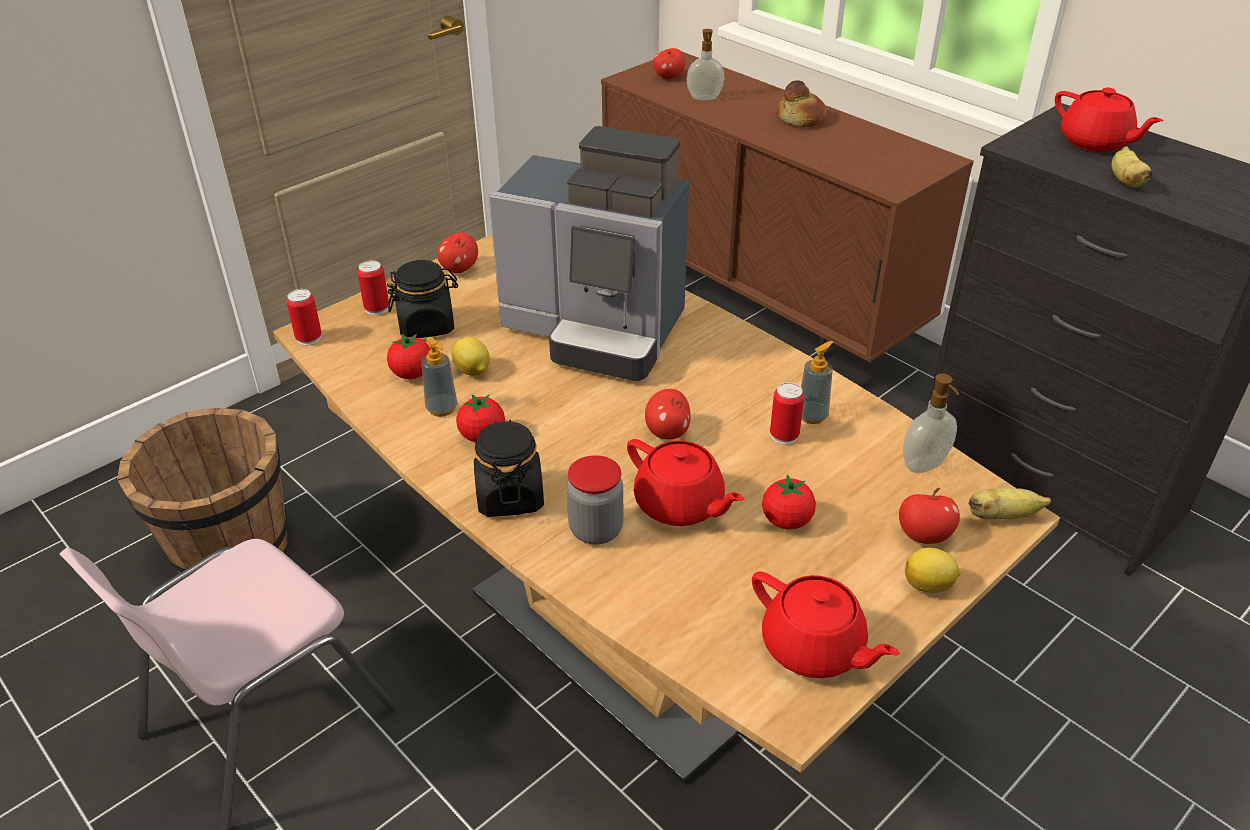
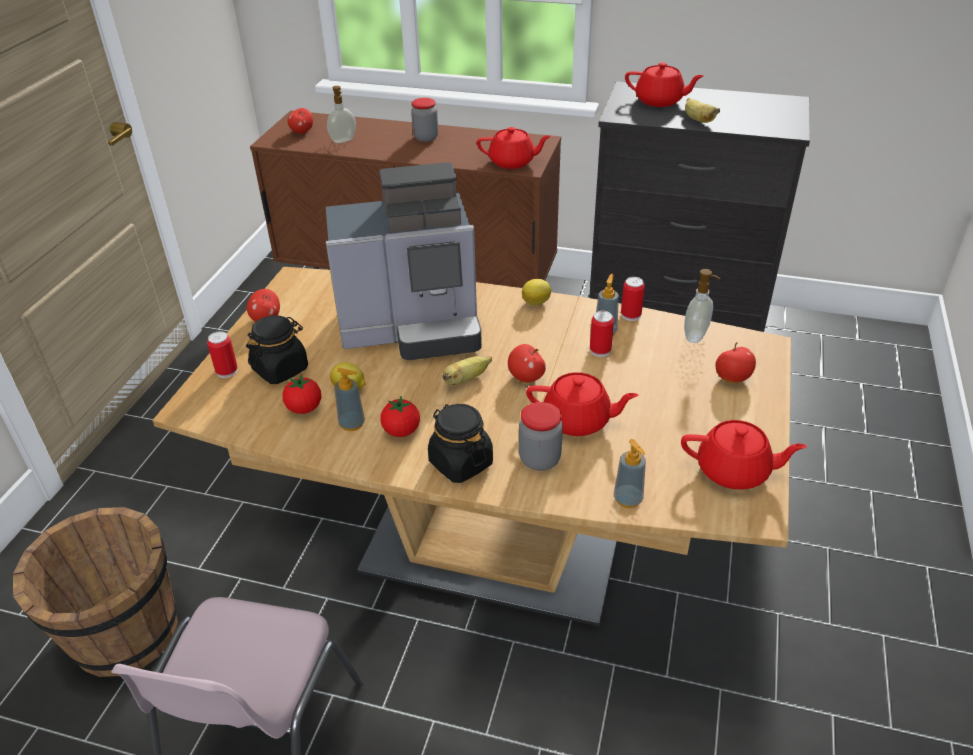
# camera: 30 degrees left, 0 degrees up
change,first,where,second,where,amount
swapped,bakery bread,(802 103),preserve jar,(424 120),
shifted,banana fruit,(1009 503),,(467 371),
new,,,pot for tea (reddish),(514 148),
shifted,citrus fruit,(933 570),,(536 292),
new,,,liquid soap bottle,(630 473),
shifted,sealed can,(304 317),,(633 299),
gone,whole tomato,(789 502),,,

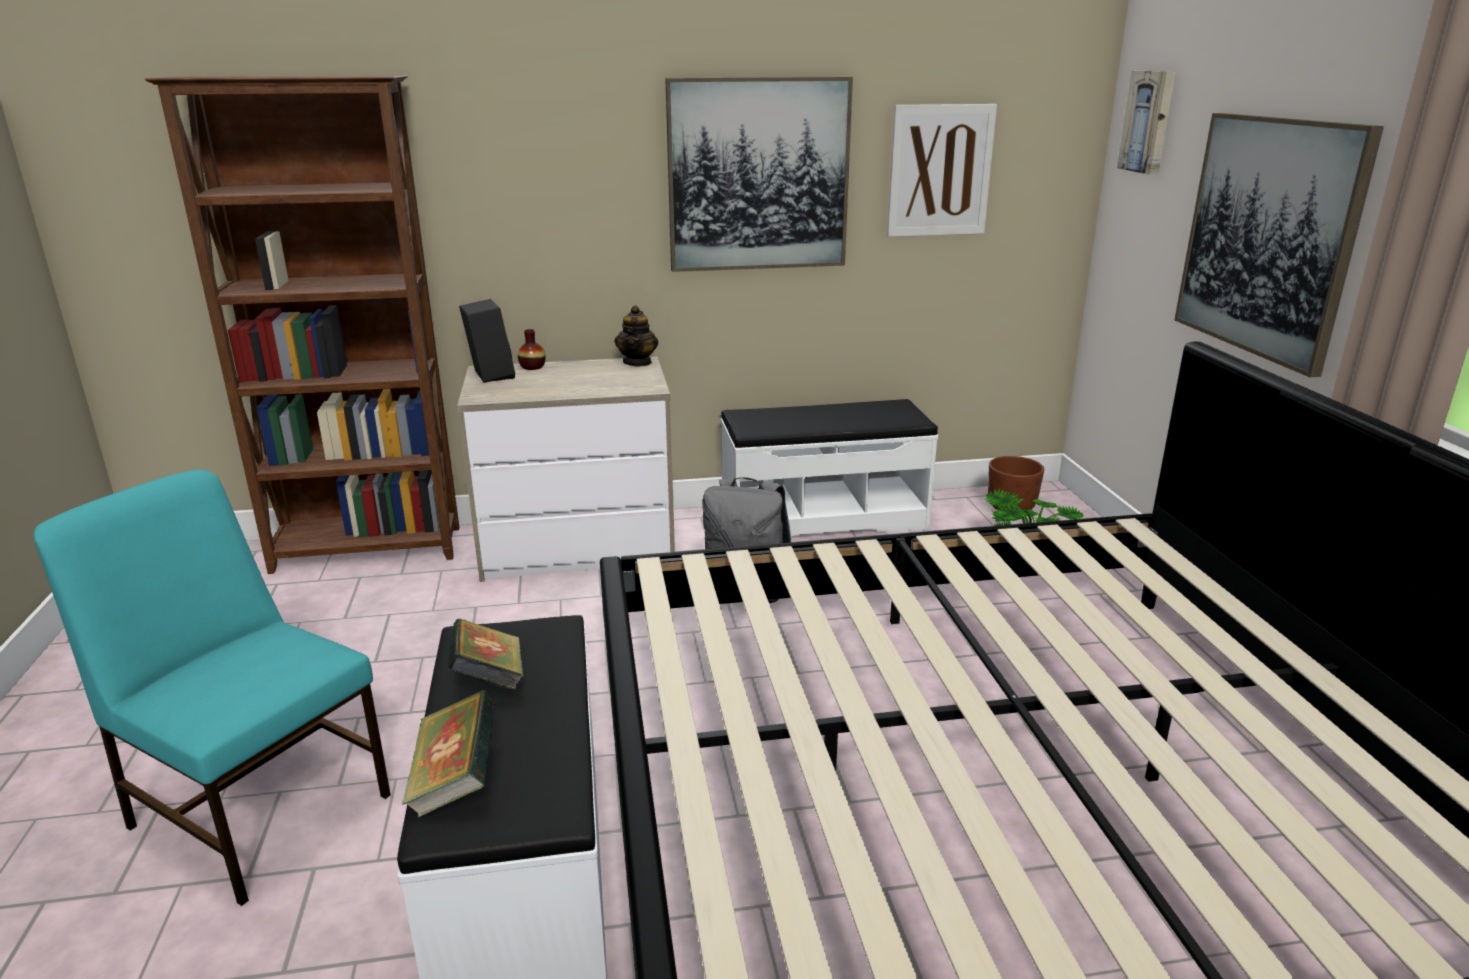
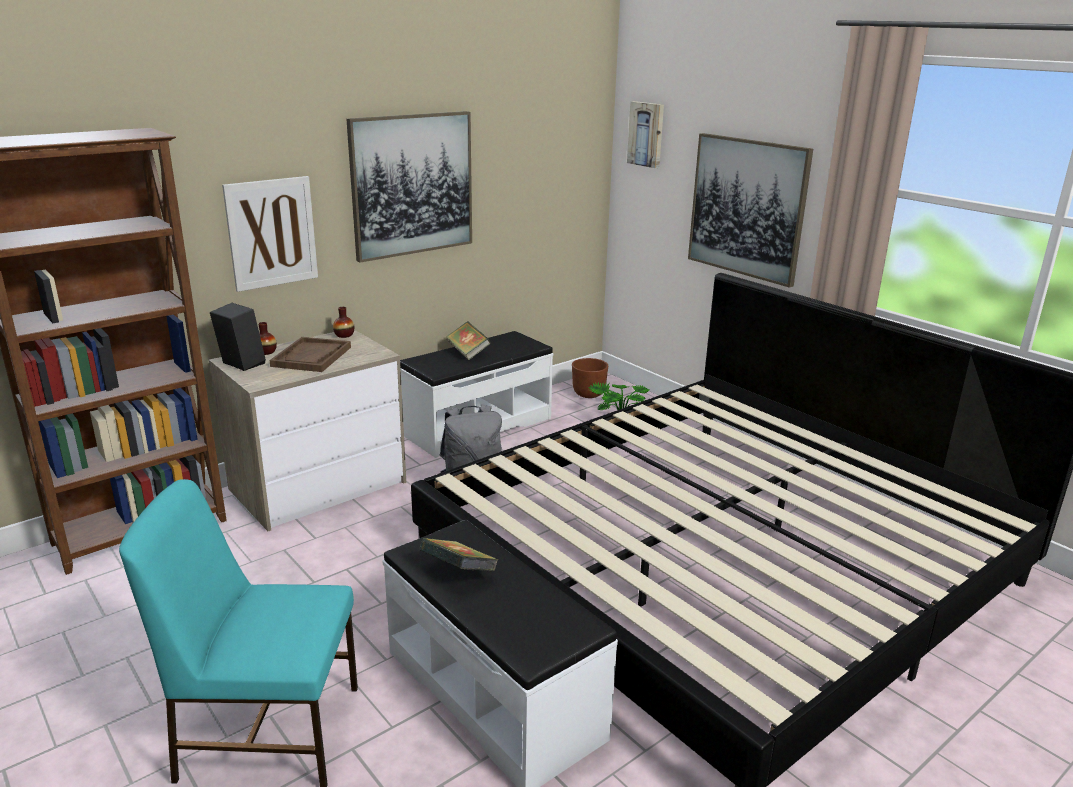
# camera: 30 degrees left, 0 degrees up
change,first,where,second,where,amount
shifted,wall picture,(942 170),,(270 234),
new,,,carrying tray (brown-coloured),(310 354),
swapped,pot for tea,(636 335),vase,(343 322),
shifted,volume,(449 753),,(468 341),

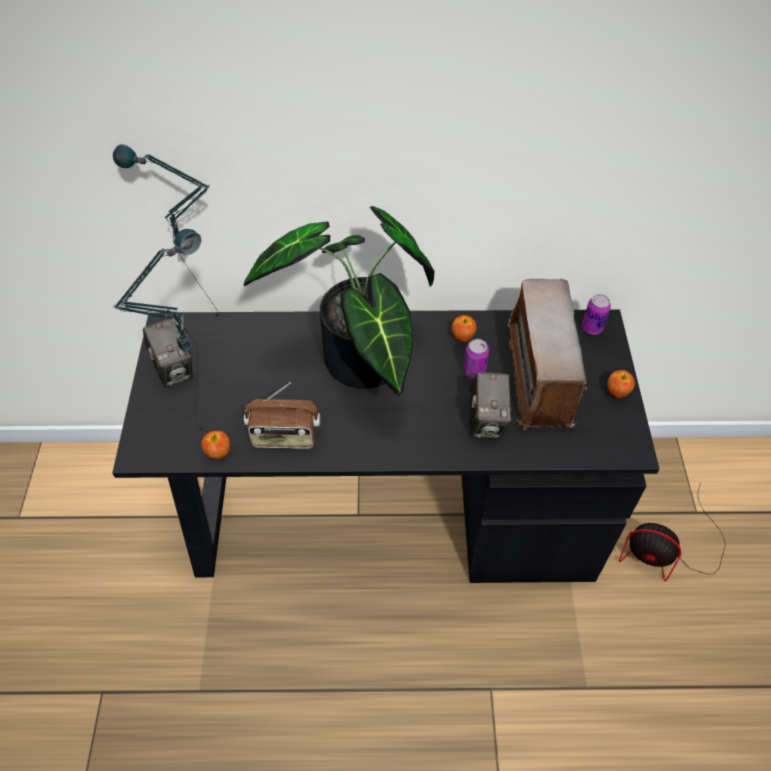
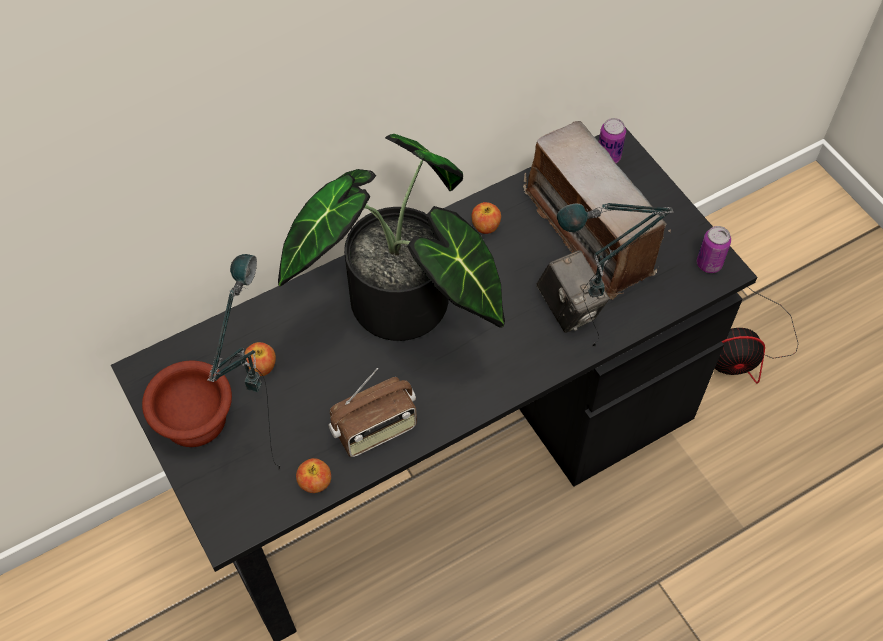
# camera: 30 degrees left, 5 degrees up
change,first,where,second,where,amount
swapped,photo camera,(168 353),deep dish (brown-coloured),(187 404),
shifted,apple,(621 384),,(260 359),
shifted,tabletop lamp,(166 230),,(615 274),
shifted,sealed can,(476 359),,(714 249),

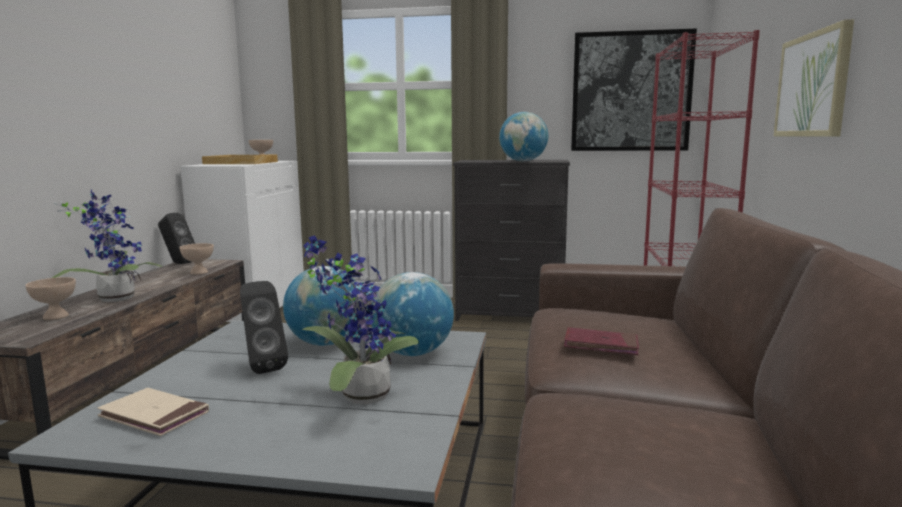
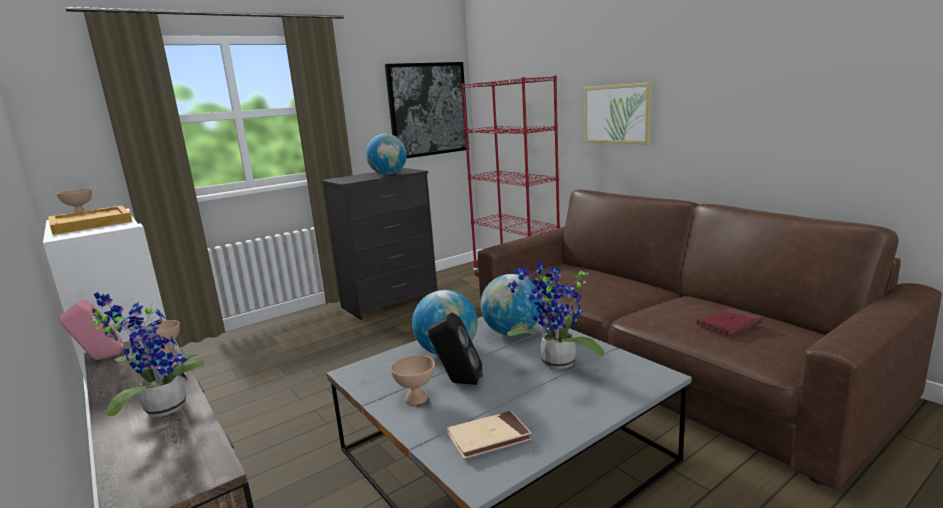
# camera: 45 degrees left, 5 degrees up
change,first,where,second,where,amount
repainted,speaker (blackish),(176 238),speaker (pink),(92 330),
shifted,deep dish (sand-coloured),(50 298),,(413 380),
shifted,volume (reddish),(601 341),,(730 321),

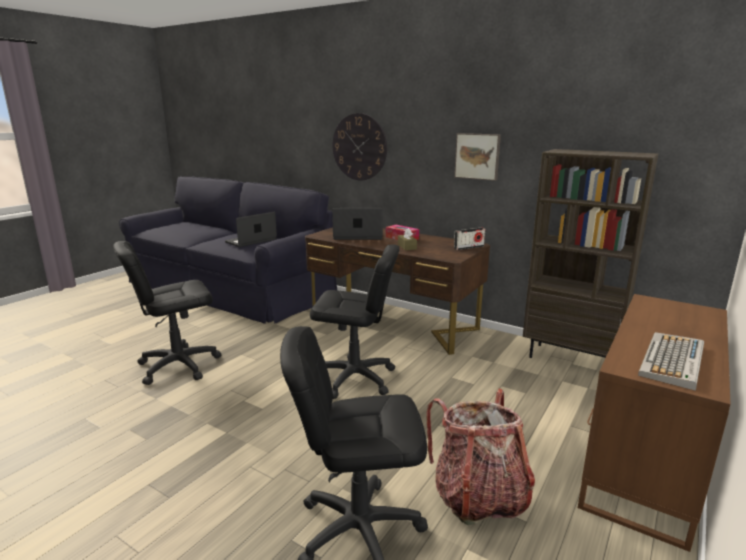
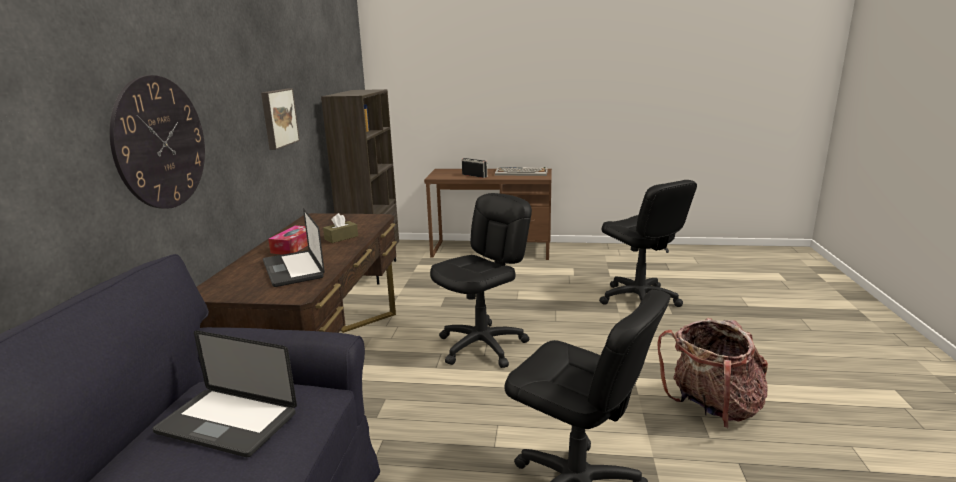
# camera: 115 degrees left, 0 degrees up
change,first,where,second,where,amount
rotated,desk chair (blackish),(355 321),,(481 280),60 degrees clockwise
shifted,radio set,(469 238),,(474 168),
shifted,knapsack,(480 456),,(712 373),

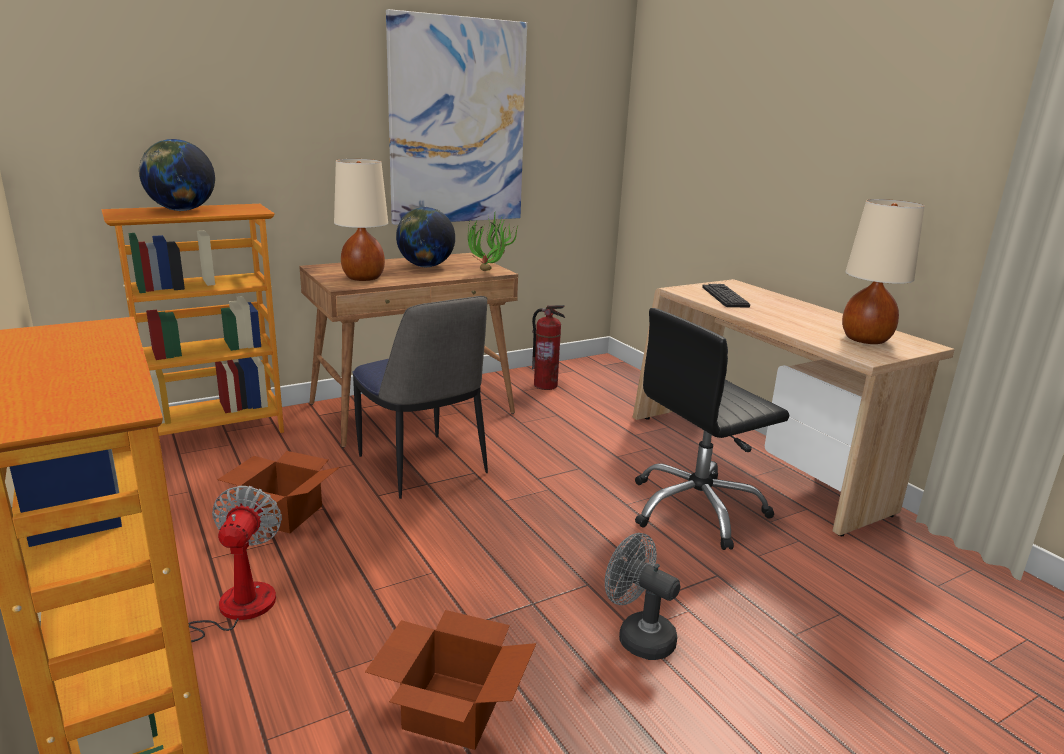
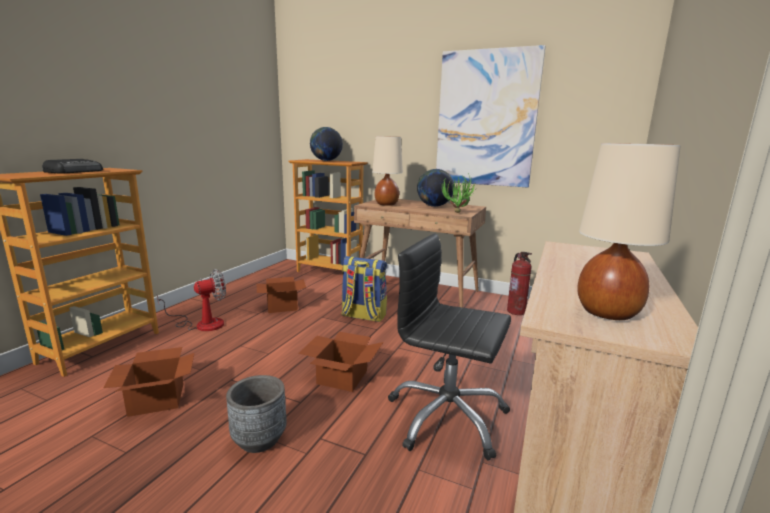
# camera: 55 degrees right, 5 degrees down
change,first,where,second,where,amount
new,,,radio set,(72 166),
swapped,cooling fan (greyish),(642 596),plant pot (greyish),(256 414),
new,,,cardboard box,(341 362),
swapped,upright chair,(420 397),knapsack,(364 289),
gone,keyboard,(726 295),,,

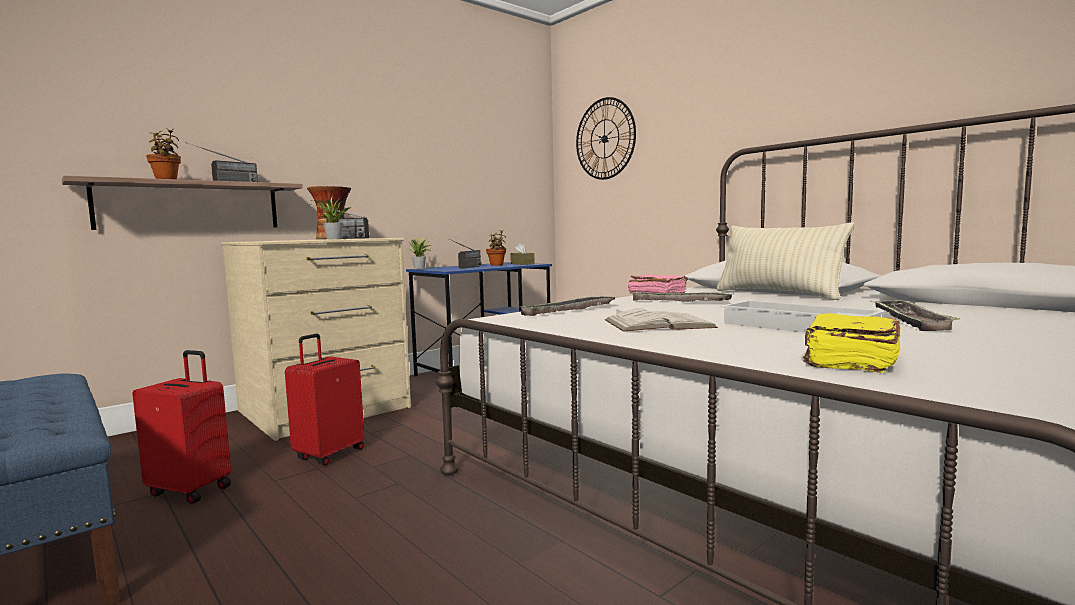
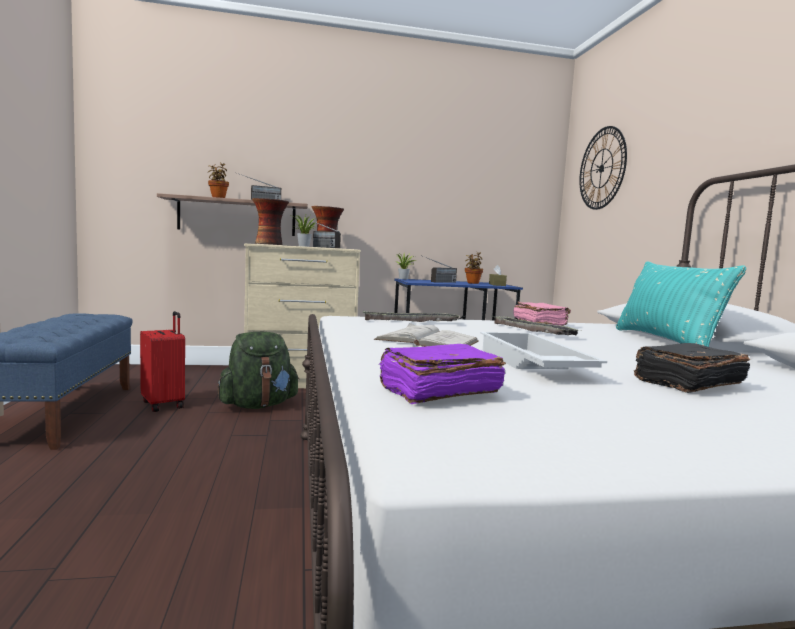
# camera: 30 degrees right, 0 degrees up
change,first,where,second,where,amount
swapped,travel case (reddish),(324 399),knapsack (green),(258 370),
new,,,vase,(270 221),
repainted,volume (yellow-coloured),(852 343),volume (purple-coloured),(442 374),
repainted,cushion (sand-coloured),(785 261),cushion (turquoise-coloured),(681 304),
swapped,carrying tray,(915 315),volume (blackish),(692 368),

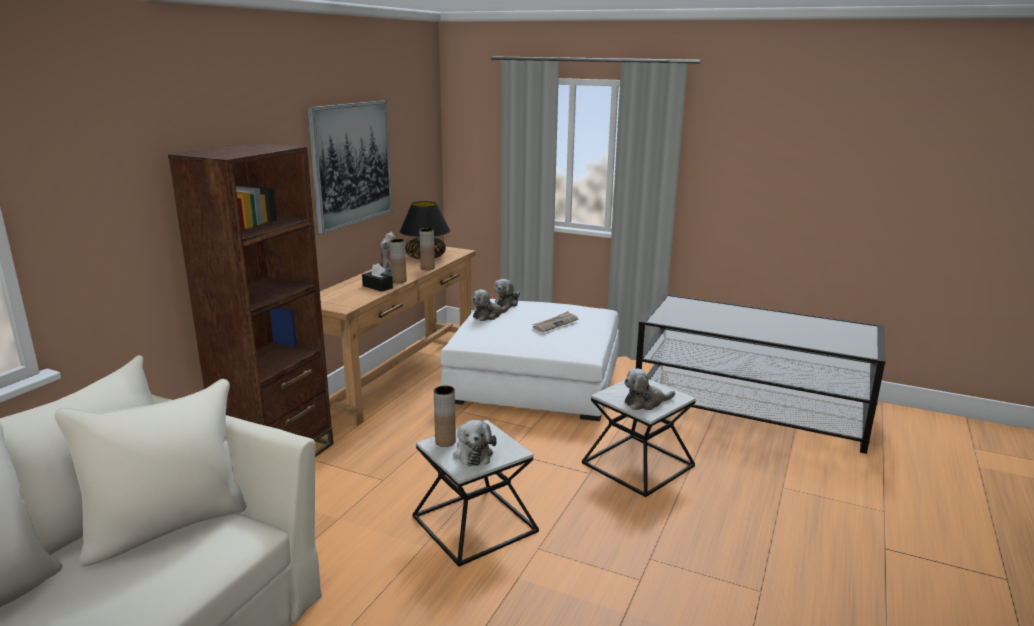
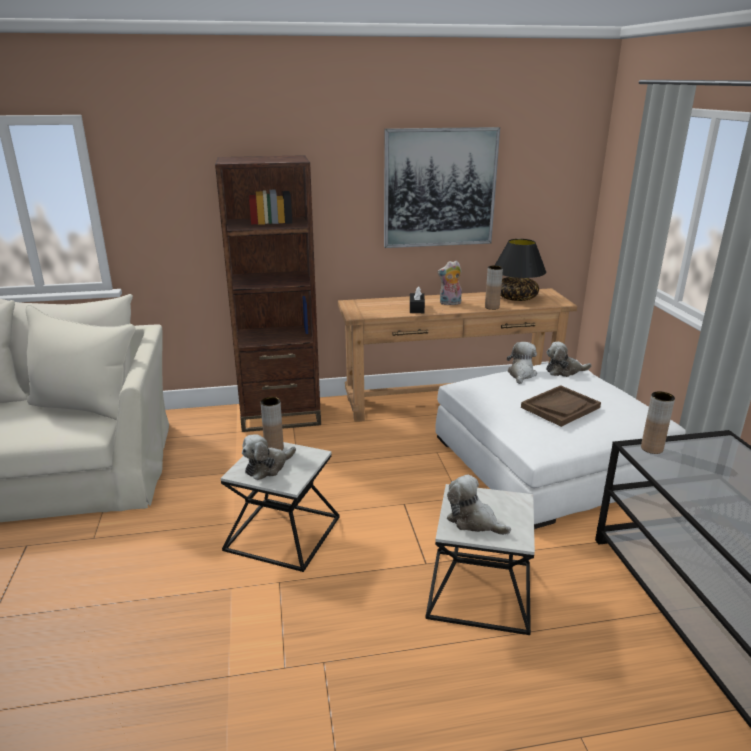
# camera: 55 degrees right, 5 degrees up
change,first,where,second,where,amount
rotated,soft toy,(490 305),,(522 363),90 degrees clockwise
swapped,newspaper,(555 321),carrying tray (brown-coloured),(561 406),
shifted,vase (brown-coloured),(398 261),,(658 422),

